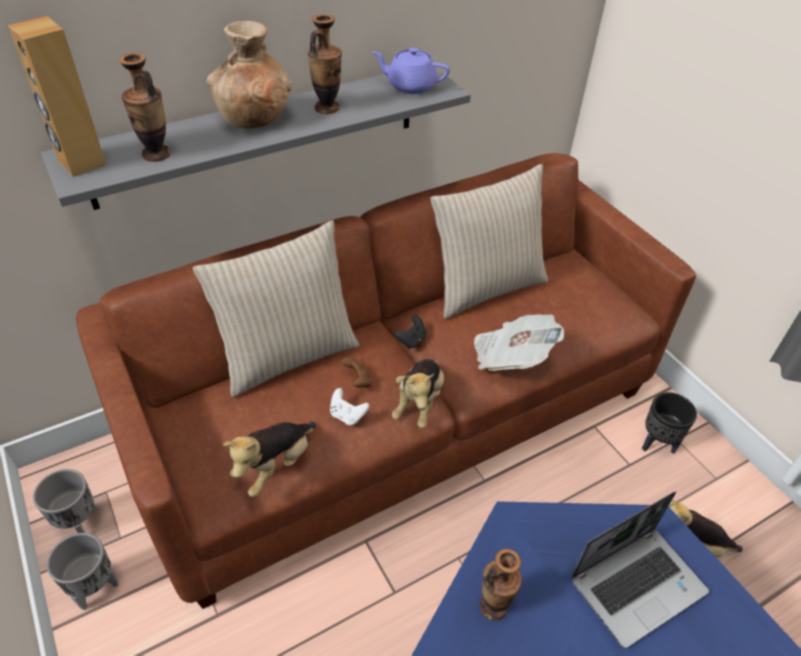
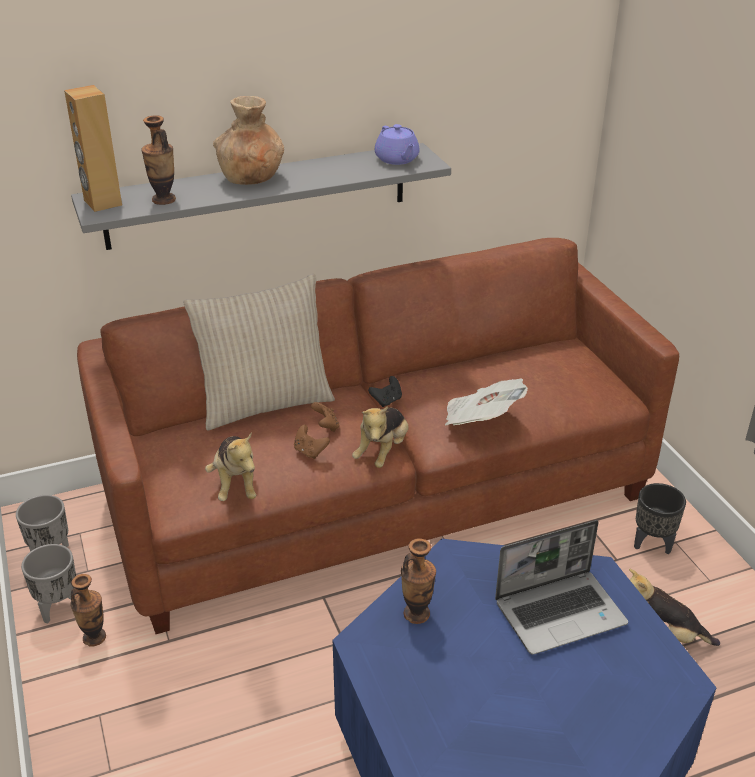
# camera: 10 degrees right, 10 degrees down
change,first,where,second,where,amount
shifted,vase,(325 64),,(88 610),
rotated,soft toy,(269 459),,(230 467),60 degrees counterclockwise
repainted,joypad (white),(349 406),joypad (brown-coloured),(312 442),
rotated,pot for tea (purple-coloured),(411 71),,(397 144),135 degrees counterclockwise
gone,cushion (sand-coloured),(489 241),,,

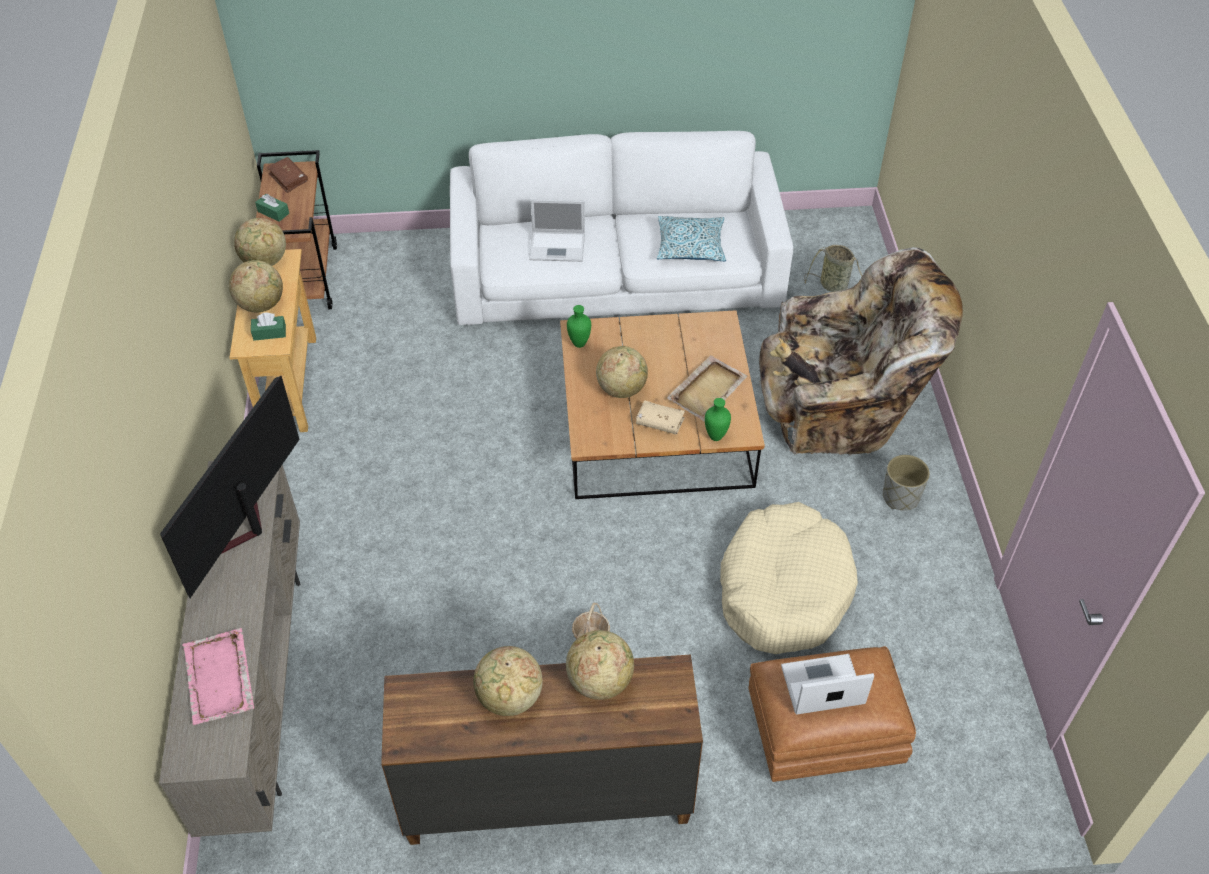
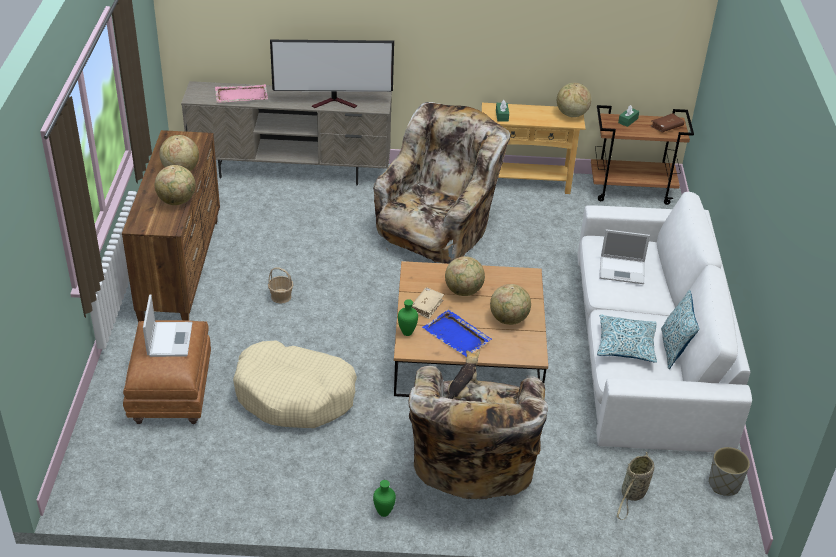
# camera: 95 degrees right, 10 degrees down
change,first,where,second,where,amount
rotated,TV,(230 487),,(332 74),150 degrees clockwise
new,,,easy chair (sand-coloured),(441 183),
shifted,vase (green),(579 326),,(384 498),
repainted,carrying tray (sand-coloured),(707 388),carrying tray (bluish),(457 333),
shifted,desk globe,(256 286),,(510 304),
rotated,portable computer,(557 230),,(624 256),90 degrees counterclockwise
new,,,cushion,(680 329),
shifted,plant pot (greyish),(906 483),,(729 471),

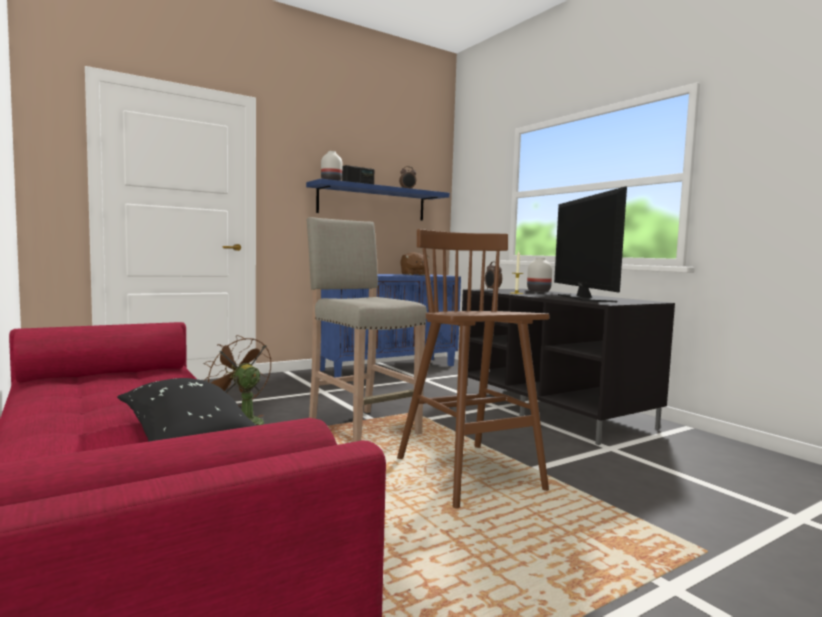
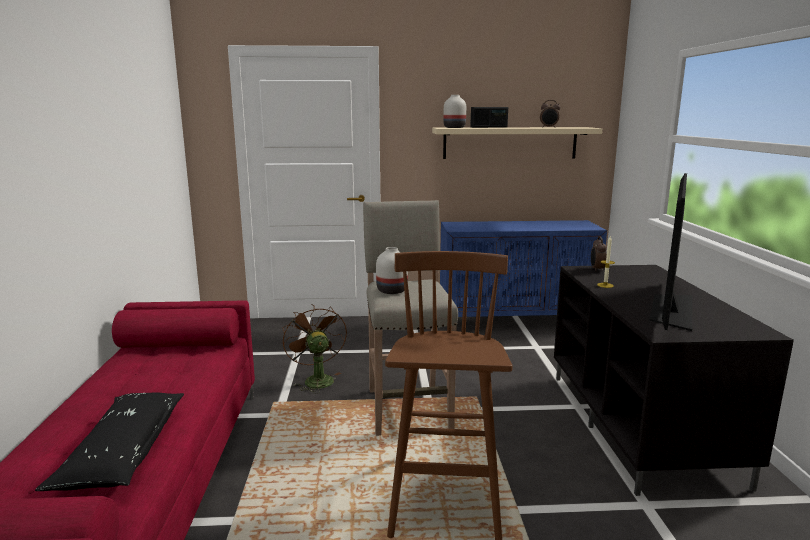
# camera: 30 degrees right, 10 degrees up
change,first,where,second,where,amount
shifted,vase (white),(539 275),,(392 270),
repainted,wall shelf (bluish),(378 200),wall shelf (sand-coloured),(517 143),
gone,soft toy (brown-coloured),(414 263),,,

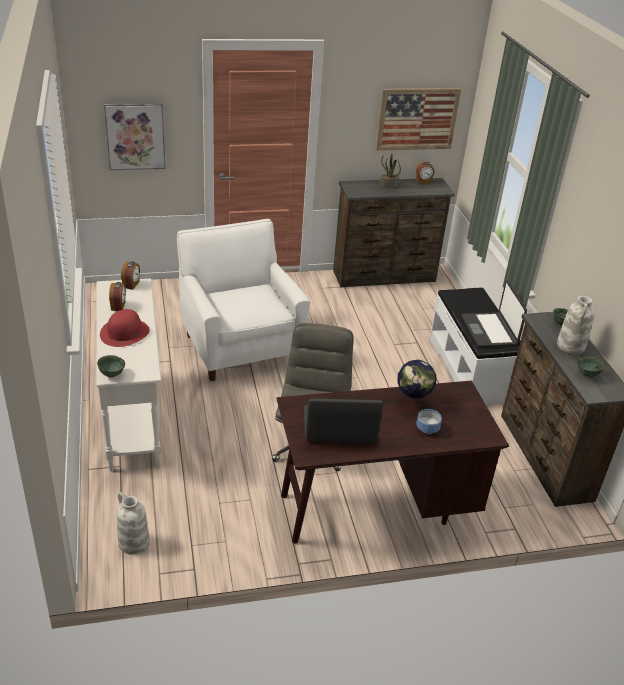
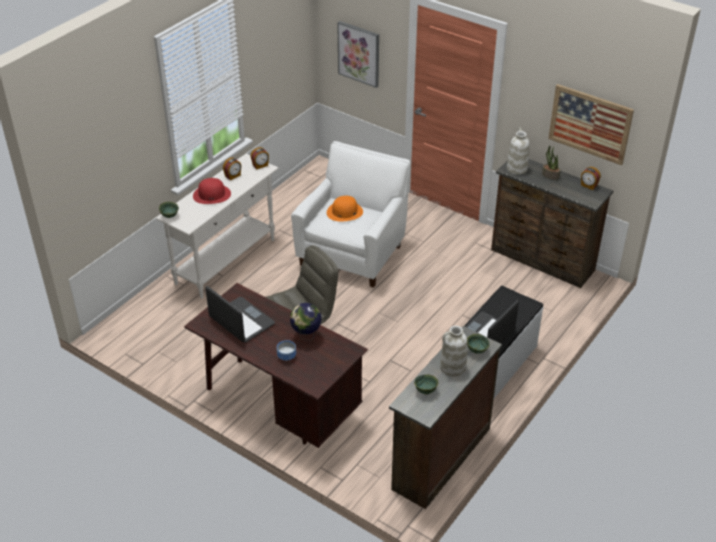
# camera: 50 degrees right, 5 degrees up
change,first,where,second,where,amount
new,,,wearable hat (orangey),(345 209),
shifted,vase (white),(133 523),,(518 151),

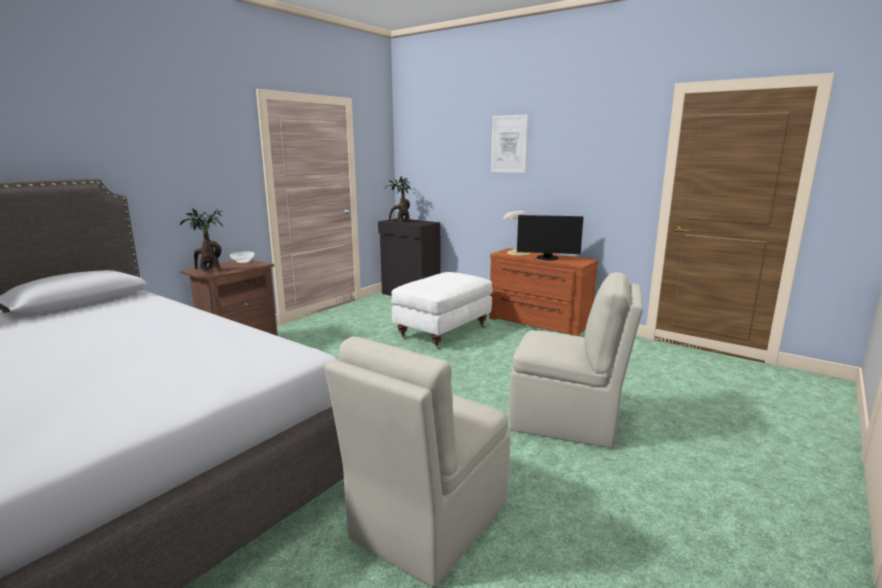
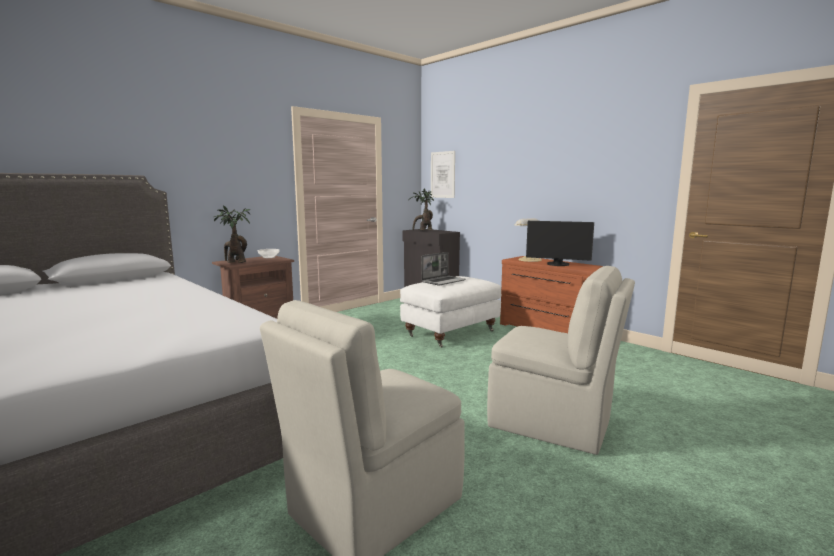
# camera: 10 degrees right, 5 degrees down
change,first,where,second,where,amount
new,,,portable computer,(443 268),
shifted,wall picture,(509 143),,(443 174),

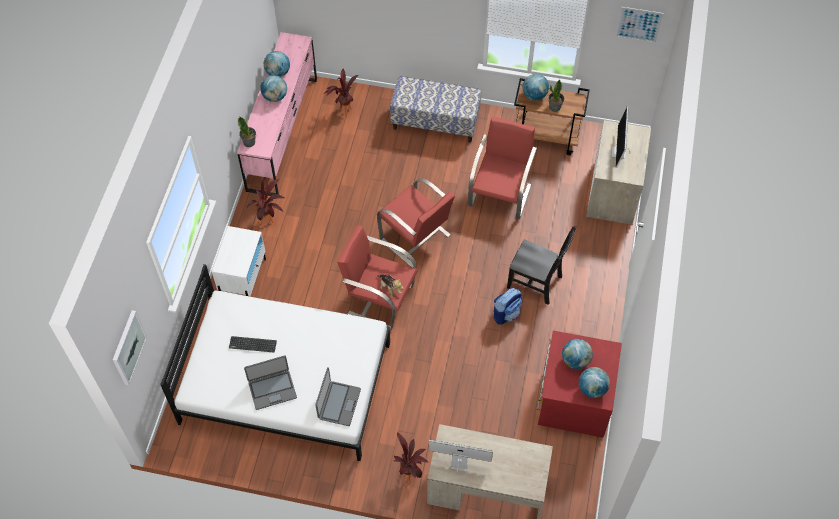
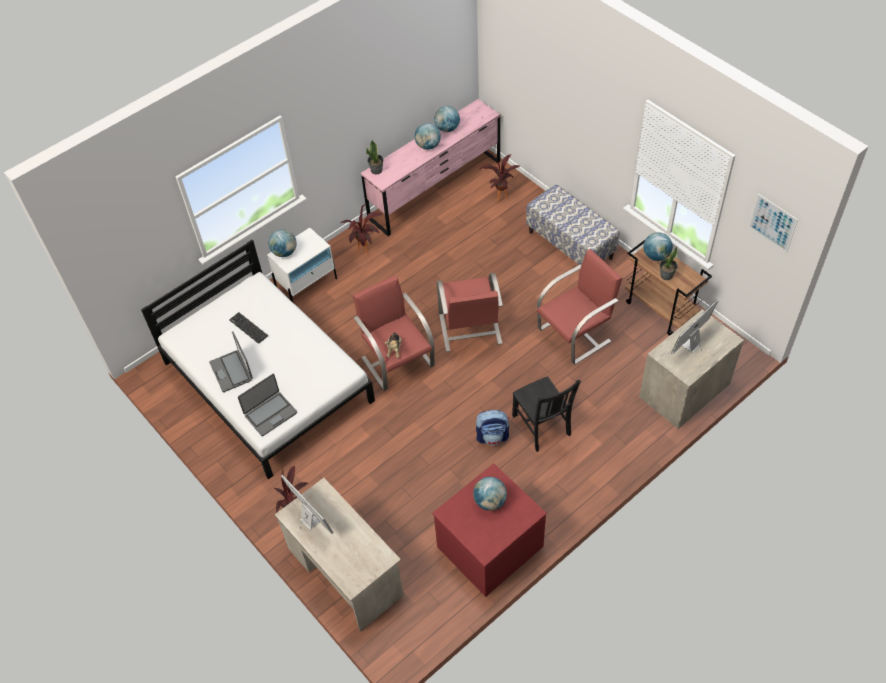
# camera: 40 degrees right, 5 degrees down
change,first,where,second,where,amount
rotated,portable computer,(270 383),,(231 361),45 degrees clockwise
shifted,desk globe,(594 382),,(282 243),
gone,wall picture,(130 347),,,

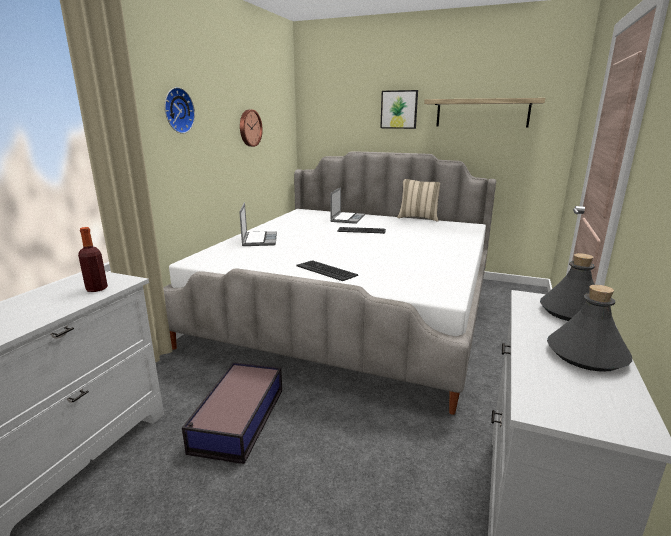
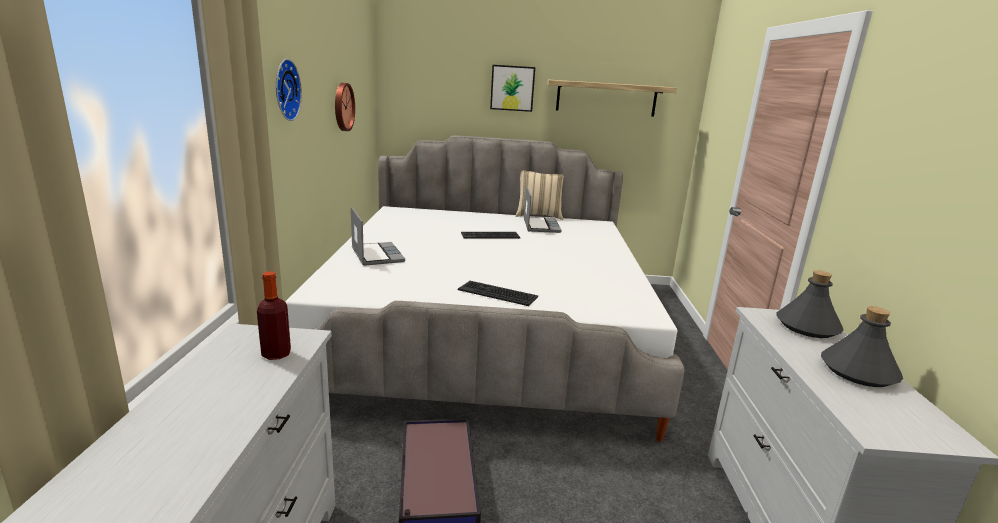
# camera: 20 degrees left, 0 degrees up
change,first,where,second,where,amount
shifted,portable computer,(347 205),,(543 209),

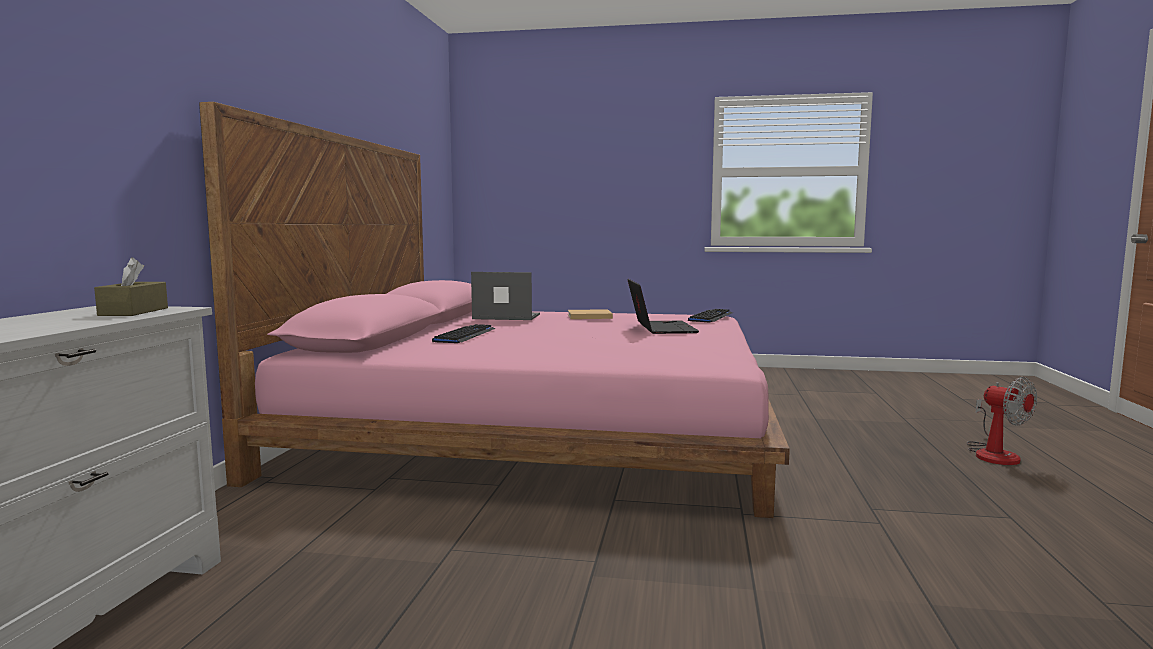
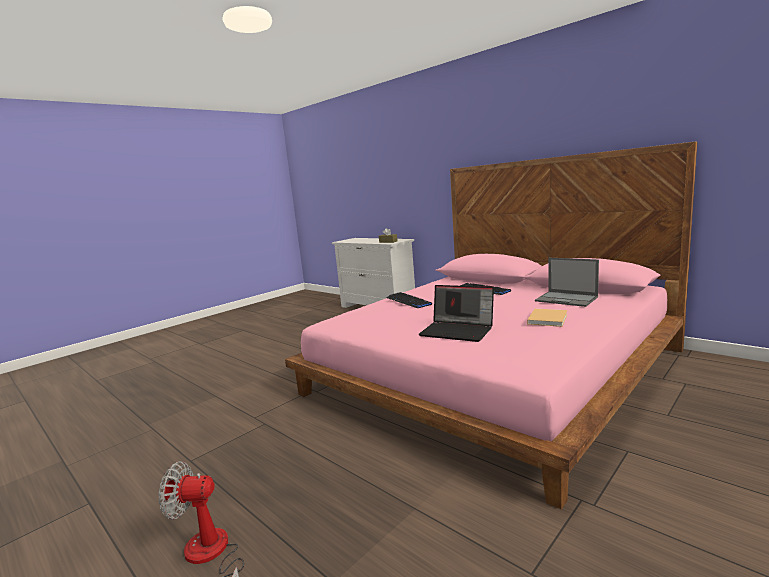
# camera: 125 degrees right, 5 degrees up
change,first,where,second,where,amount
shifted,keyboard,(710 316),,(409 300),
rotated,portable computer,(505 296),,(567 282),90 degrees clockwise

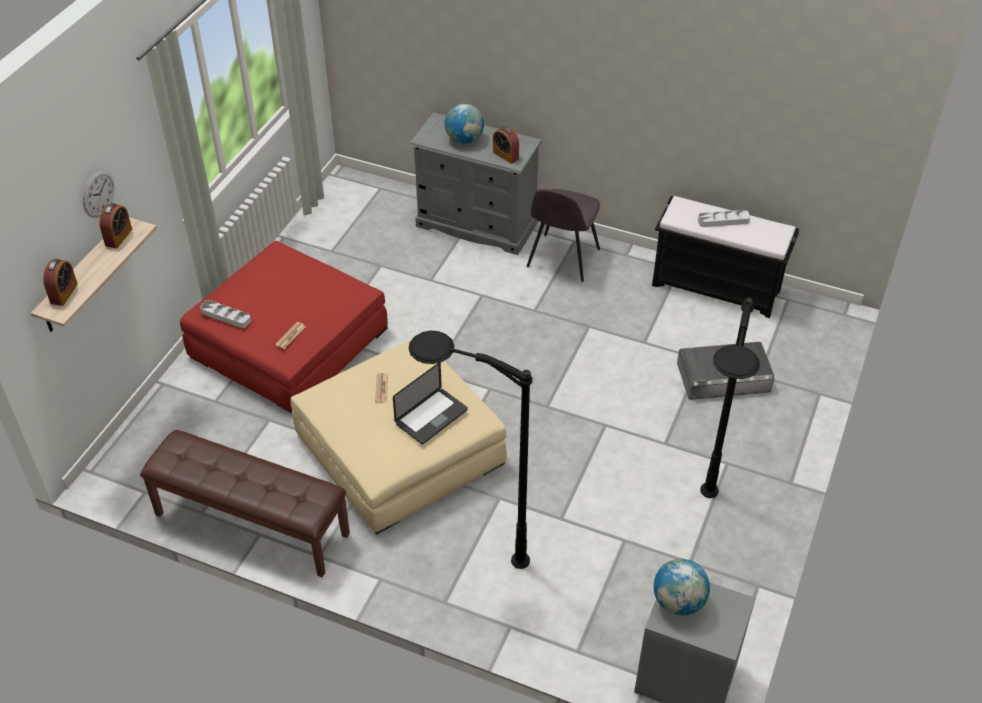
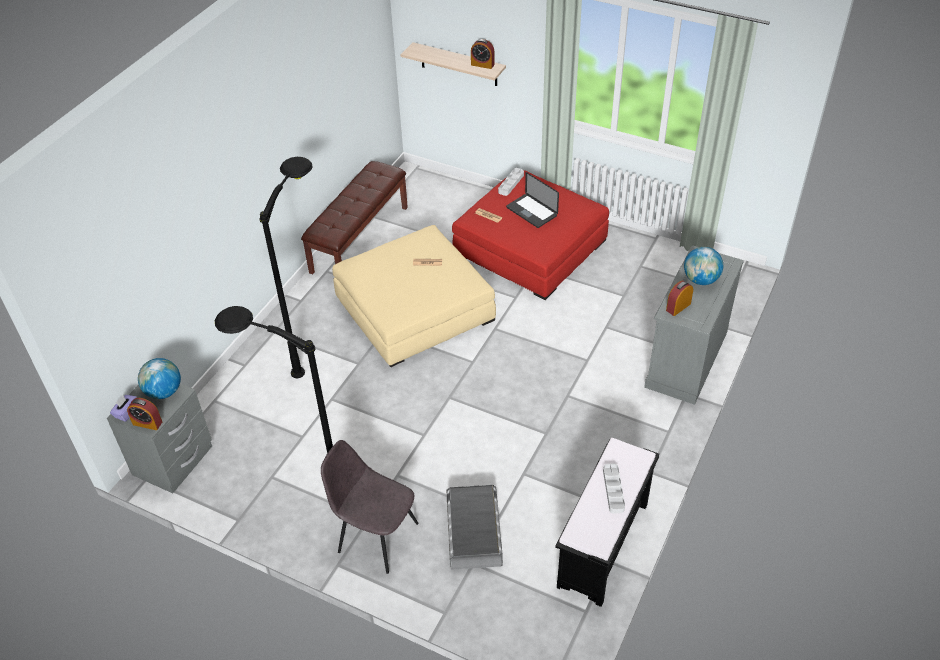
# camera: 95 degrees right, 0 degrees up
change,first,where,second,where,amount
new,,,box of tissues (purple-coloured),(124 408),
shifted,bedside clock,(60 282),,(144 414),
shifted,upright chair (greyish),(563 235),,(370 507),
shifted,portable computer,(430 403),,(532 200),
gone,hanging clock,(98 194),,,

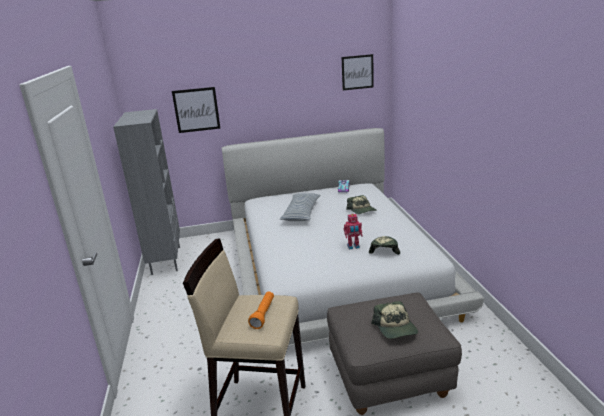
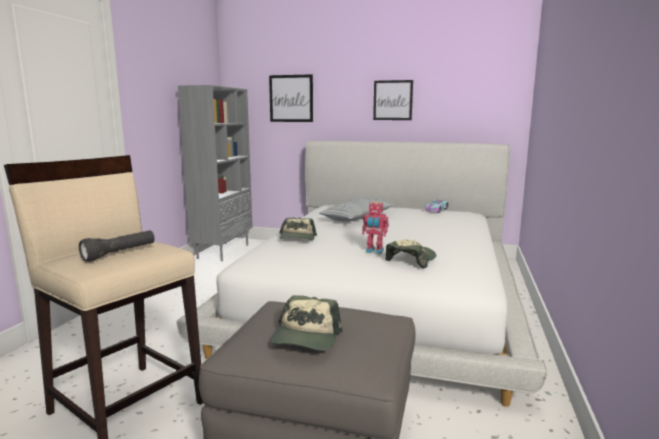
# camera: 25 degrees right, 10 degrees down
change,first,where,second,where,amount
repainted,flashlight (orangey),(261 310),flashlight (blackish),(117 246),
shifted,cap,(361 204),,(298 229),
shifted,wall picture,(358 72),,(393 100),

